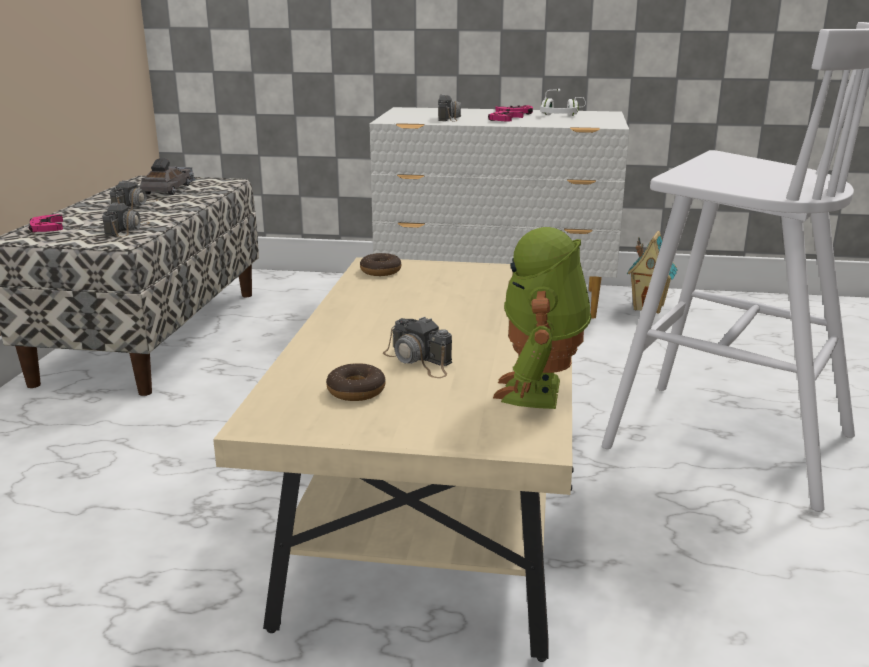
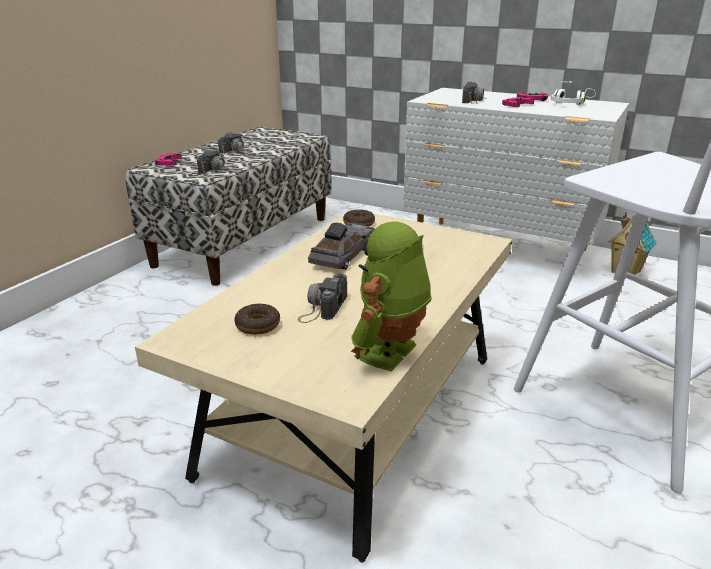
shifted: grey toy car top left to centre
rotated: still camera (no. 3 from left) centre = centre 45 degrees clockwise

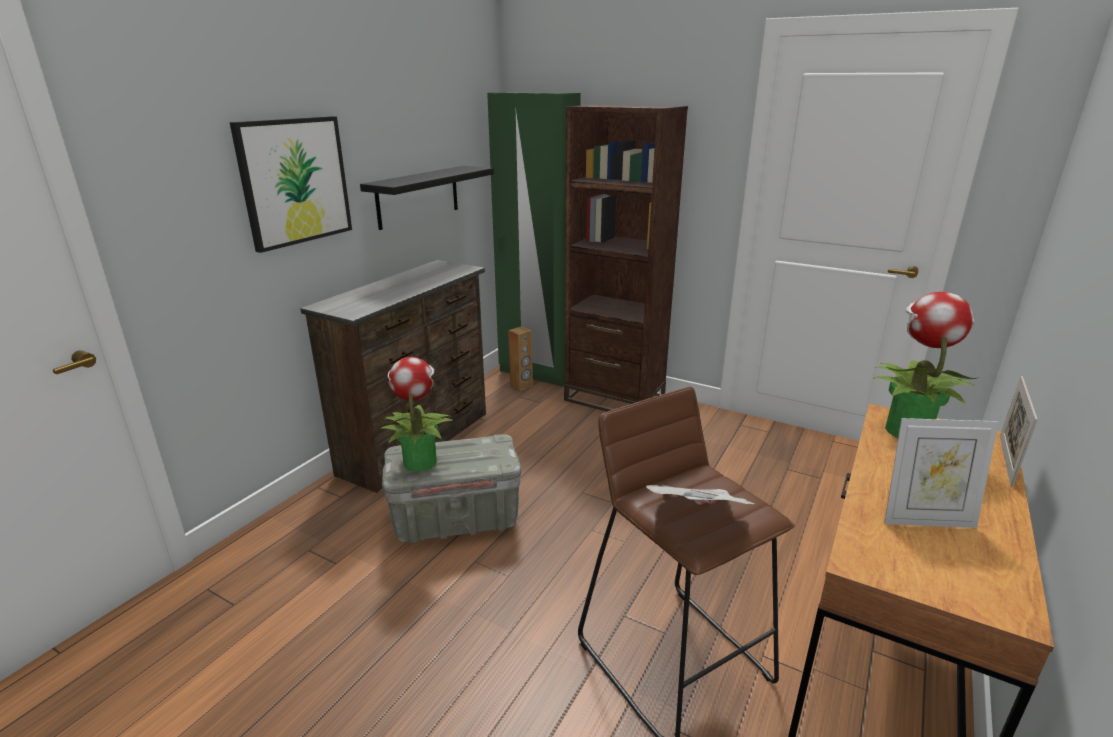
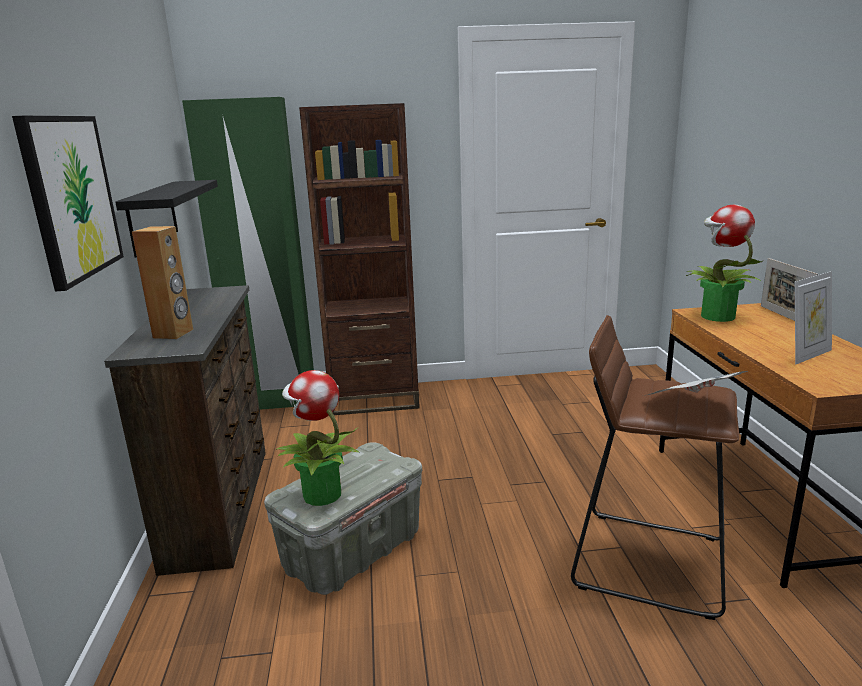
shifted: brown-coloured speaker centre to middle left

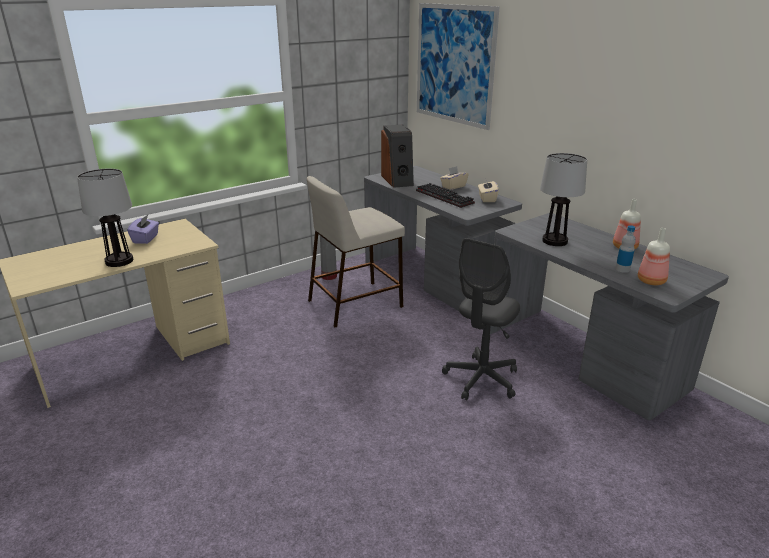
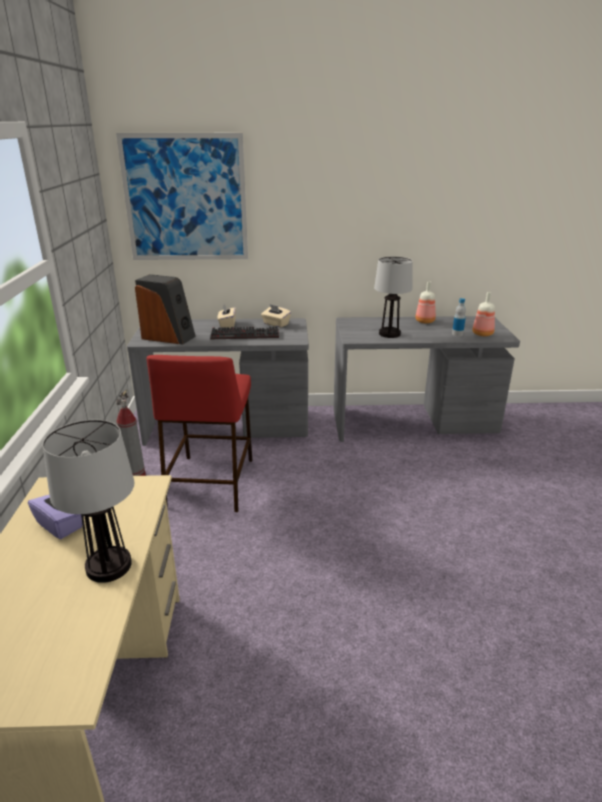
gone: grey desk chair centre
repainted: beige stool seat centre to red-coloured stool seat middle left

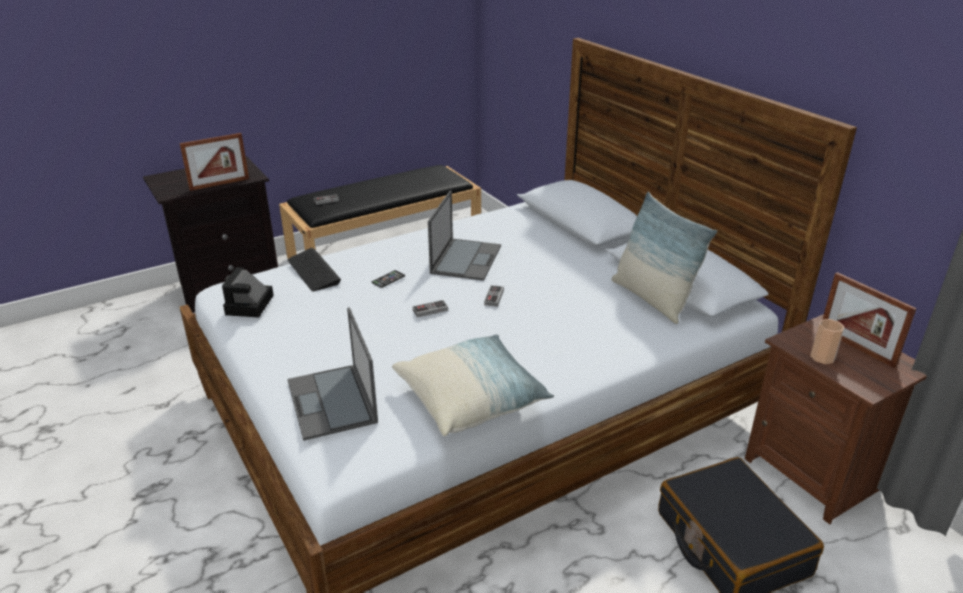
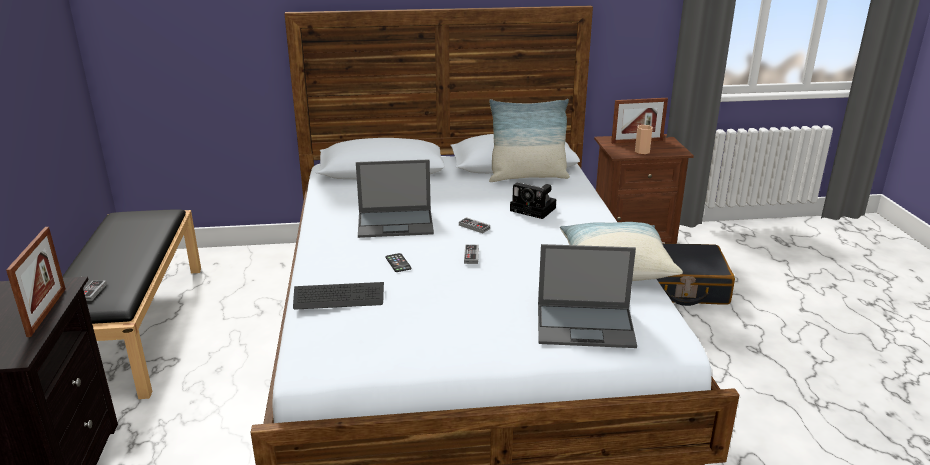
shifted: still camera middle left to centre
rotated: laptop (no. 2 from left in the first image) centre = centre 135 degrees clockwise

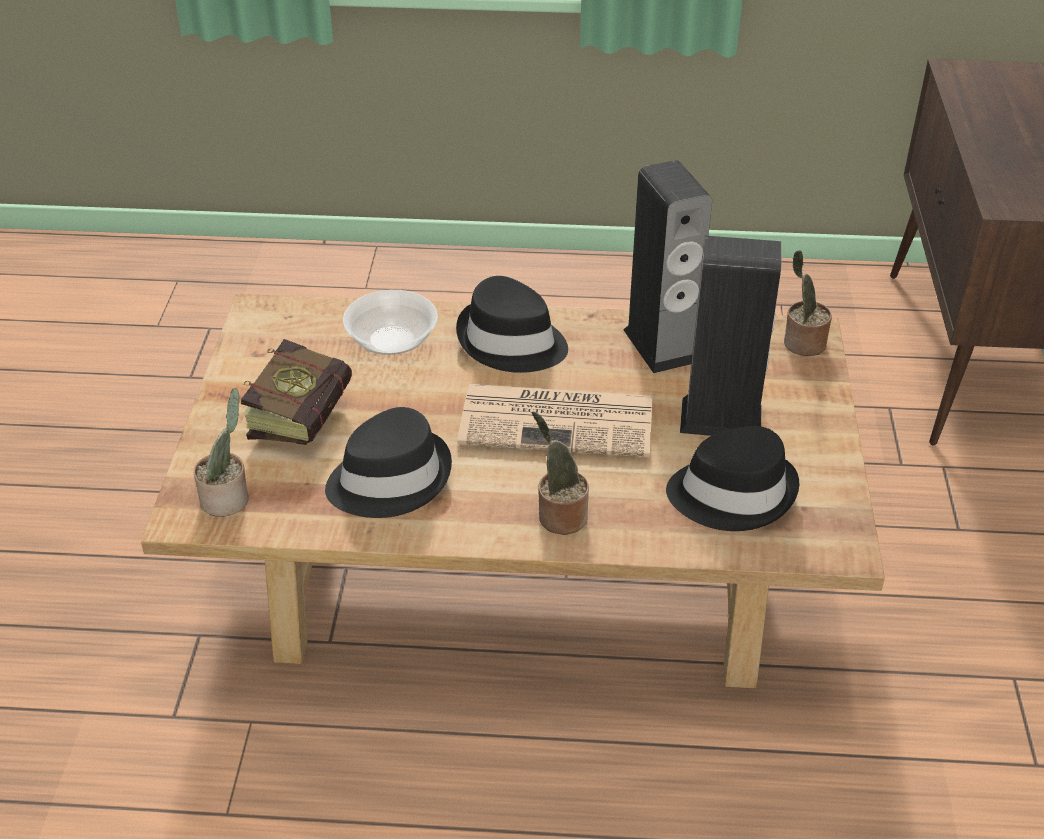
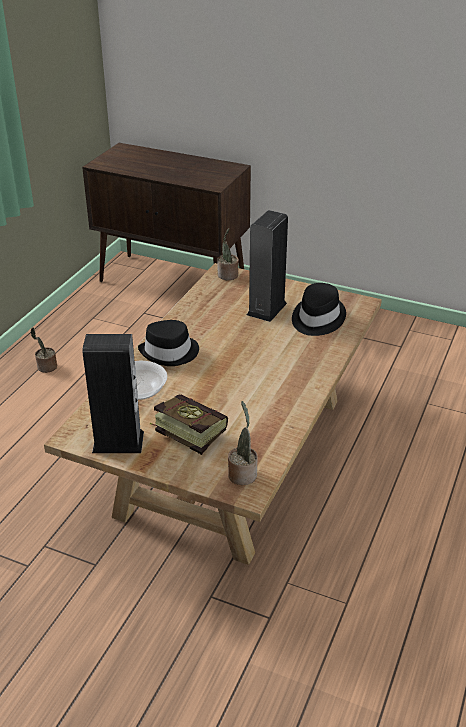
gone: newspaper centre; blackish hat (no. 1 from left) centre
shifted: speaker (no. 1 from left) top centre to middle left; potted plant (no. 2 from left in the first image) centre to potted plant (no. 1 from left) middle left

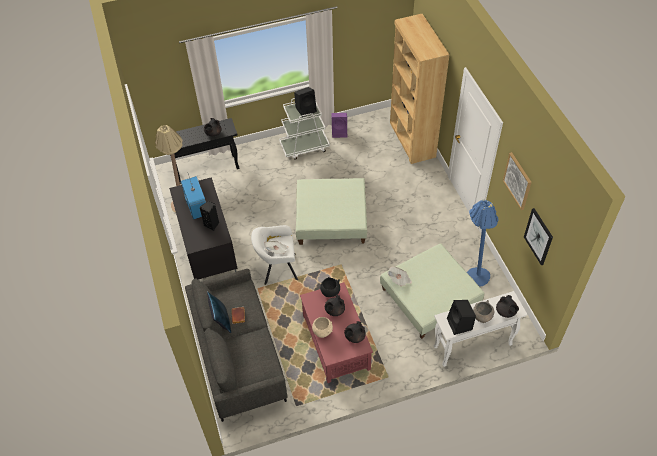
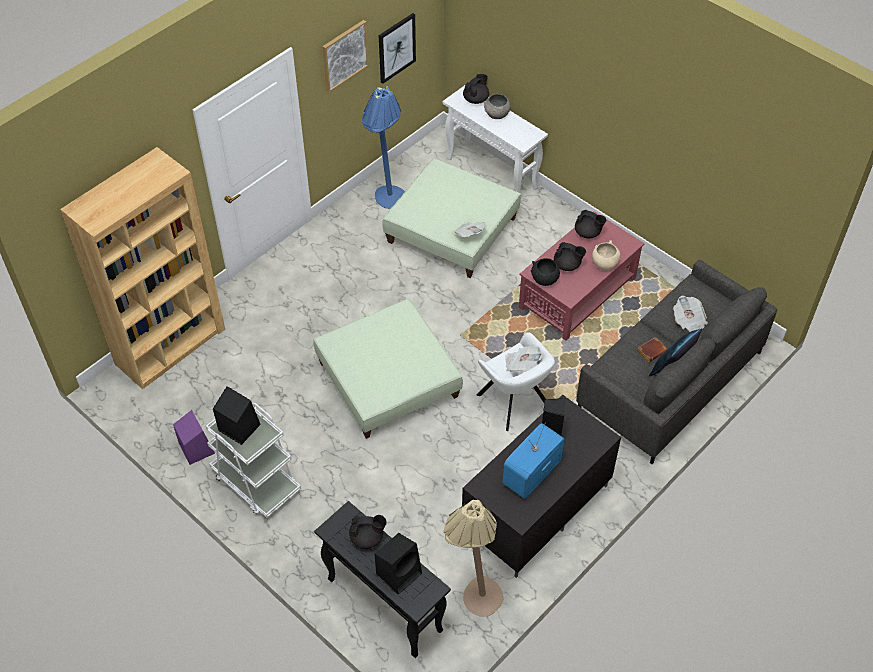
new: newspaper (no. 3 from left) middle right
shifted: blackish speaker (no. 3 from left in the first image) bottom right to blackish speaker (no. 2 from left) bottom centre

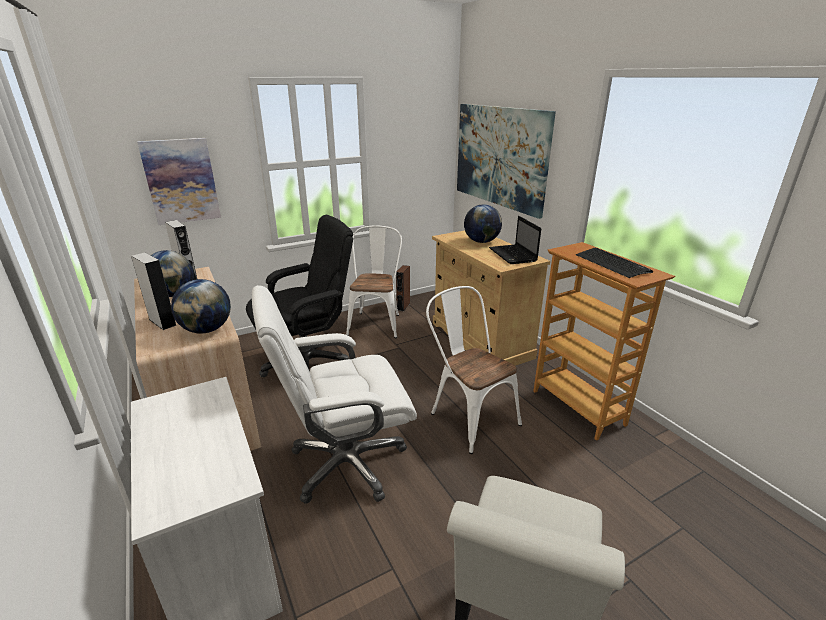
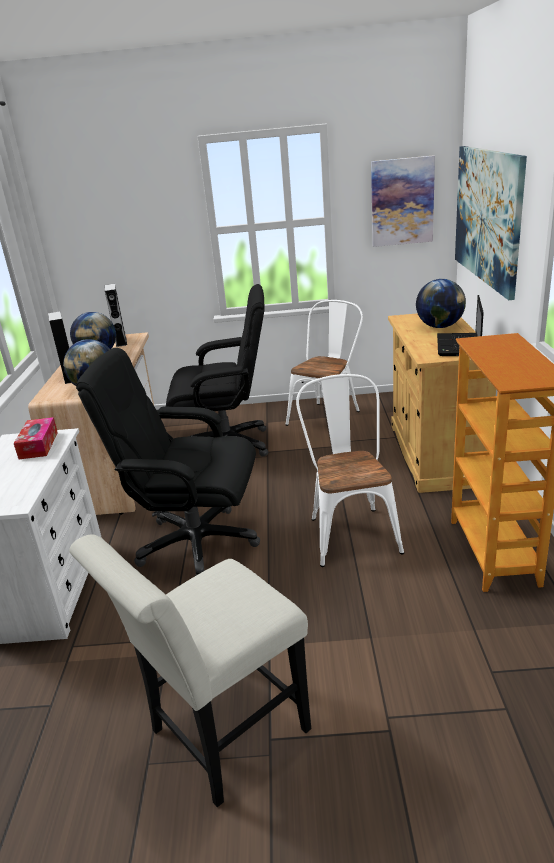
gone: PC keyboard middle right; brown-coloured speaker centre
new: tissue holder middle left
shifted: wall art (no. 1 from left) top left to top right
repainted: white-coloured desk chair centre to blackish desk chair (no. 1 from left) middle left

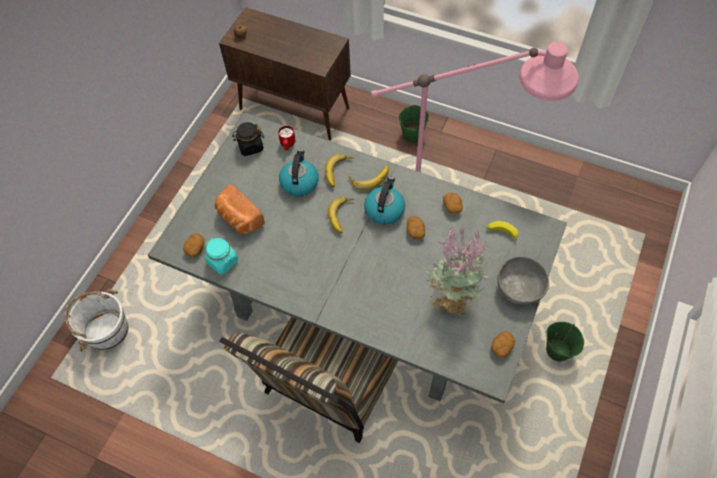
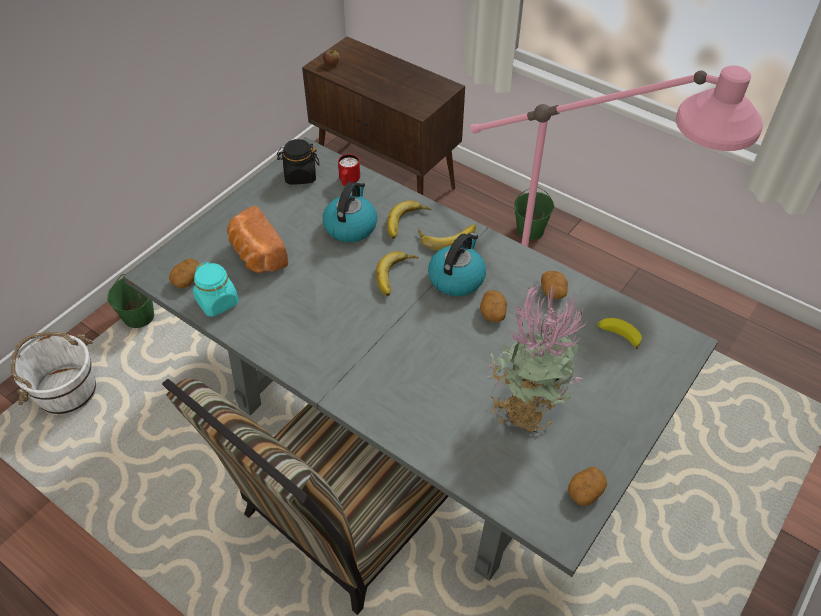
gone: grey bowl middle right
shifted: green-coloured water bucket (no. 2 from left in the first image) bottom right to green-coloured water bucket (no. 1 from left) middle left

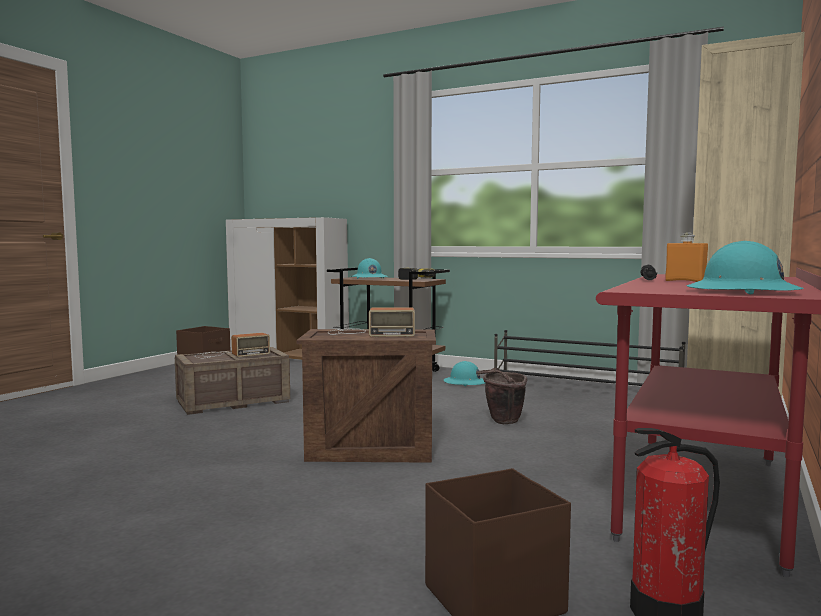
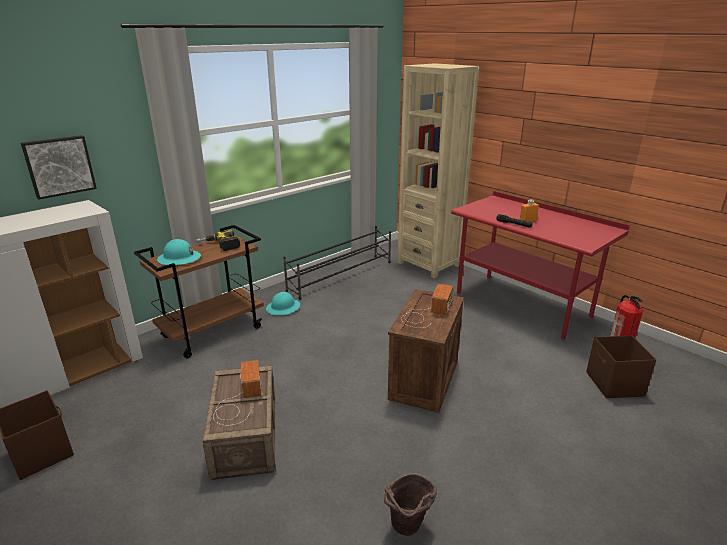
gone: blue-green safety helmet (no. 3 from left) middle right
new: wall art top left
shifted: brown-coloured water bucket centre to bottom centre

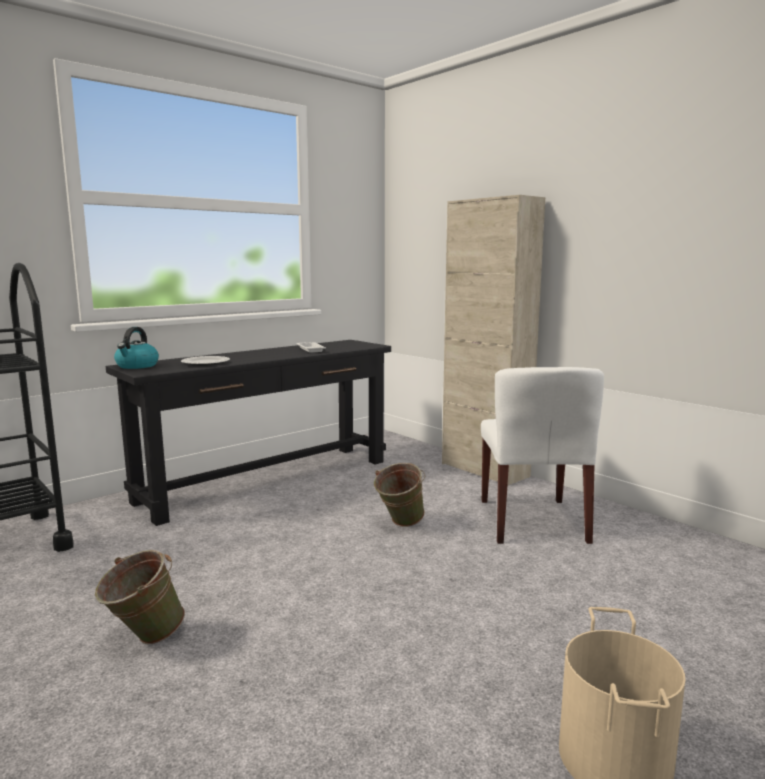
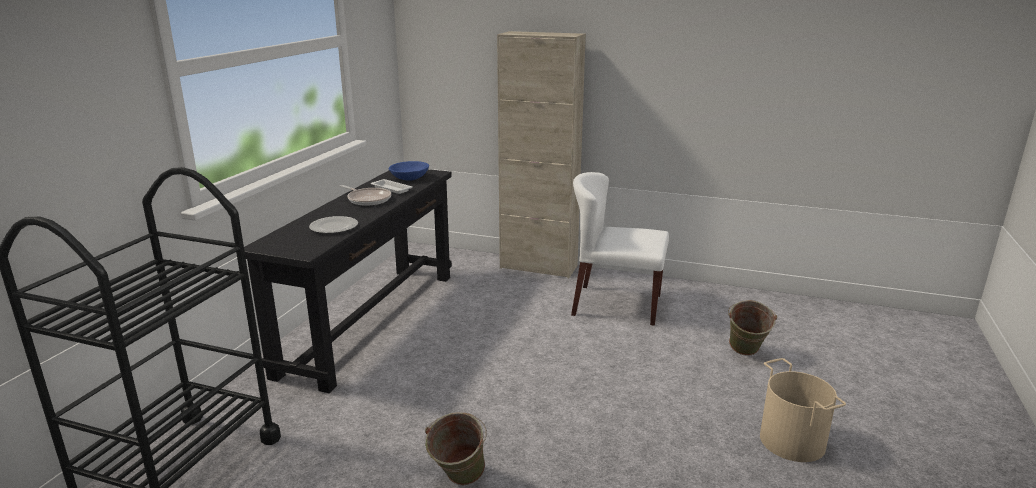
gone: kettle middle left
new: bluish bowl centre; skillet centre
shifted: green-coloured water bucket (no. 2 from left) centre to bottom right
rotated: white-coloured chair middle right = centre 135 degrees clockwise

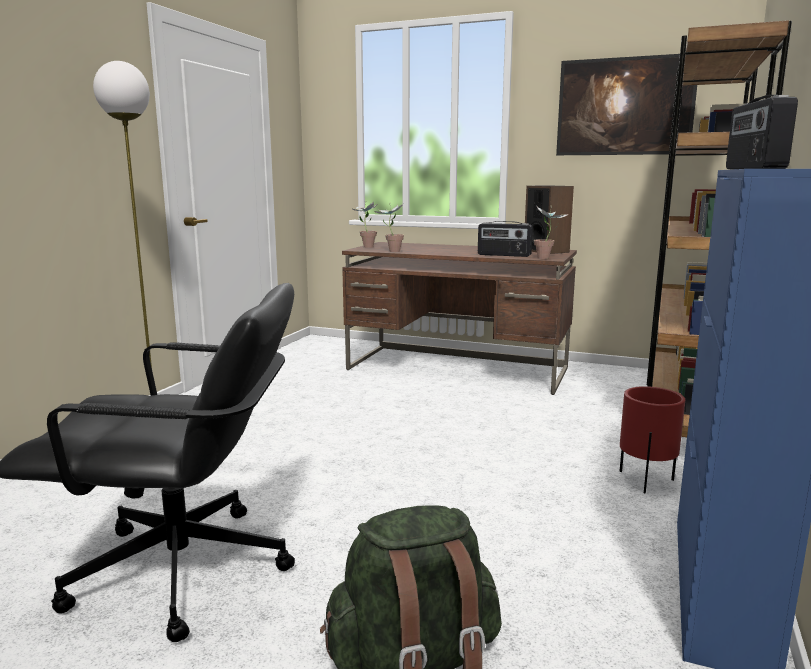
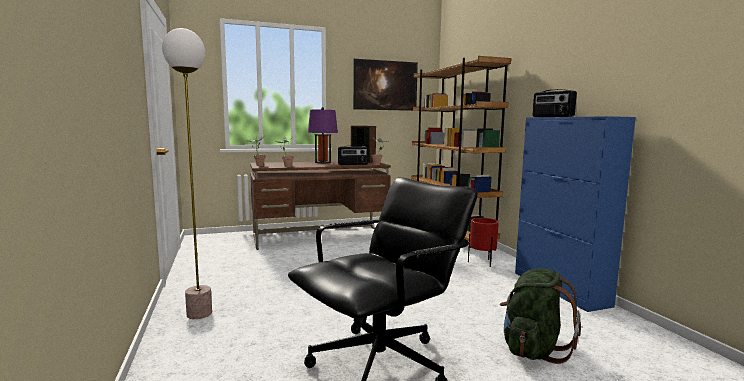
new: purplish table lamp centre

